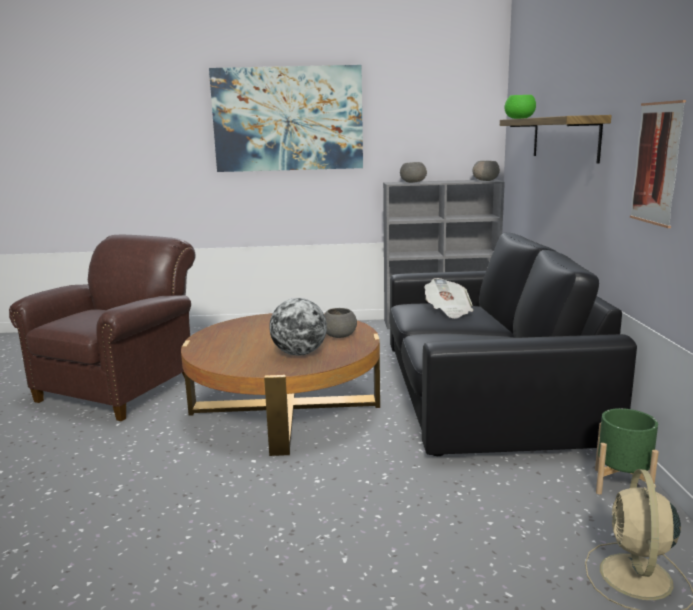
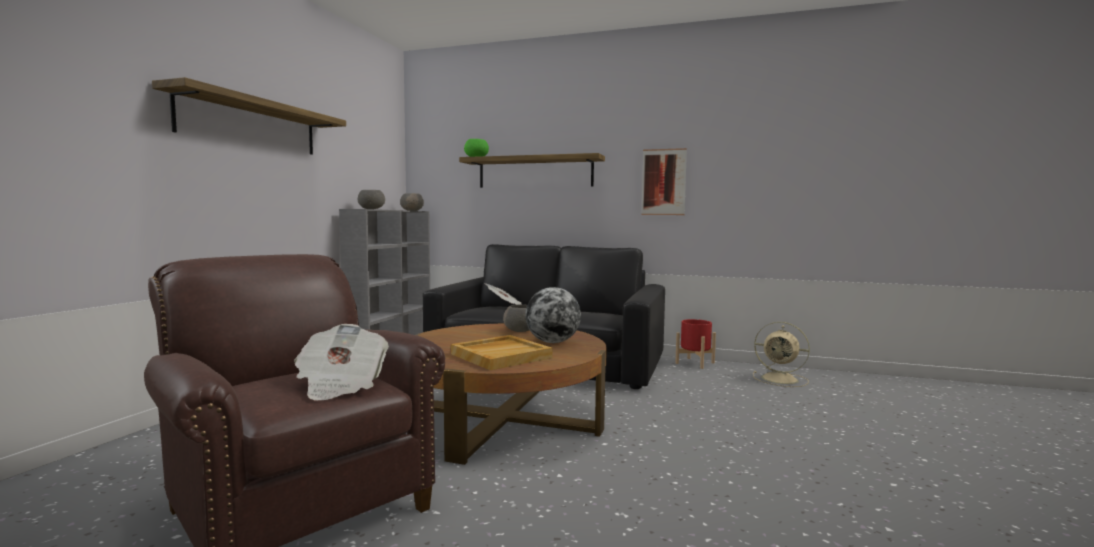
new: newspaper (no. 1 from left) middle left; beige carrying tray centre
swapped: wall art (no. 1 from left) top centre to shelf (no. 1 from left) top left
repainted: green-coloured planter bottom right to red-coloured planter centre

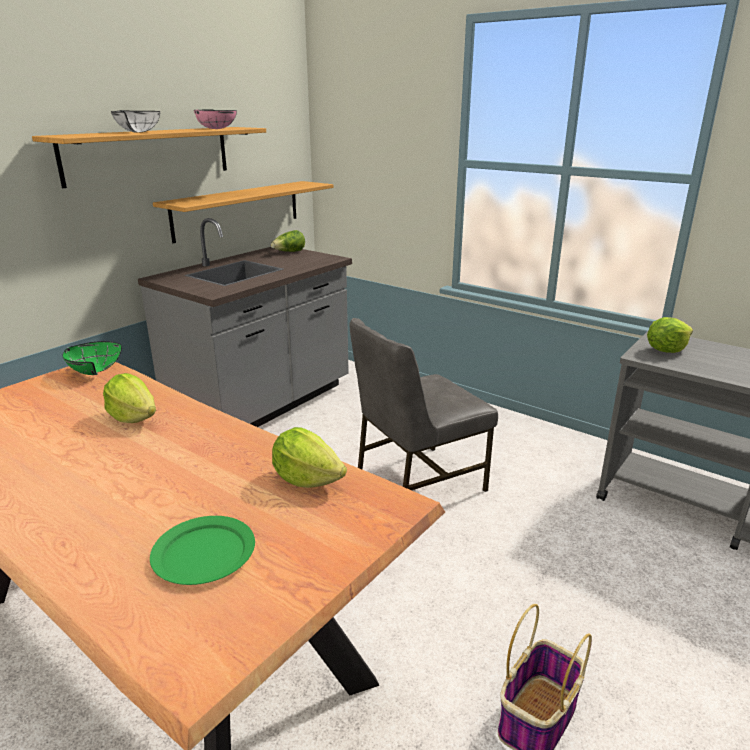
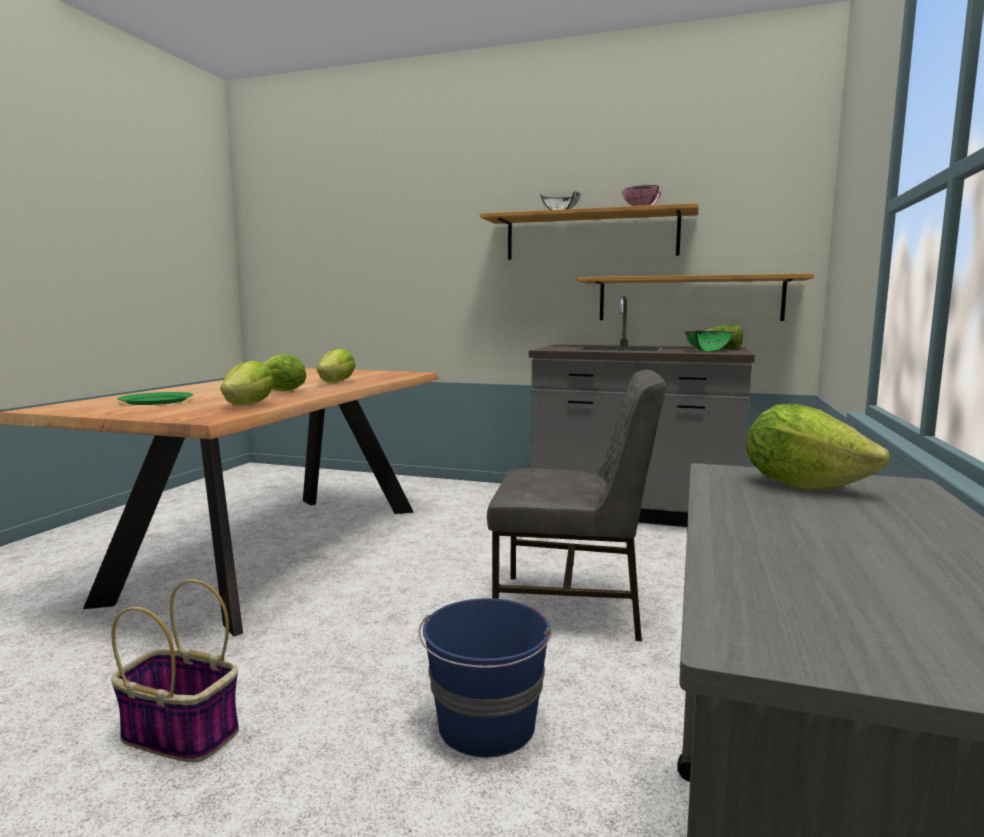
new: lettuce head (no. 2 from left) middle left; bluish water bucket bottom centre
shifted: green-coloured bowl middle left to middle right
rotated: grey chair centre = centre 150 degrees clockwise

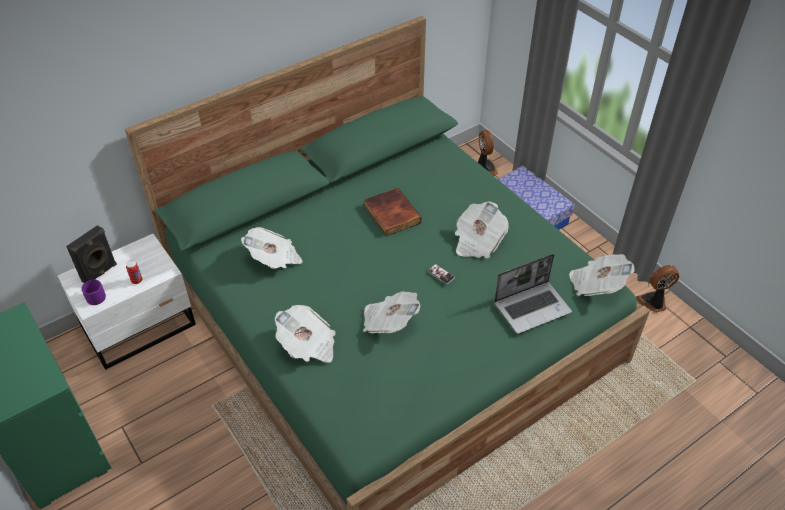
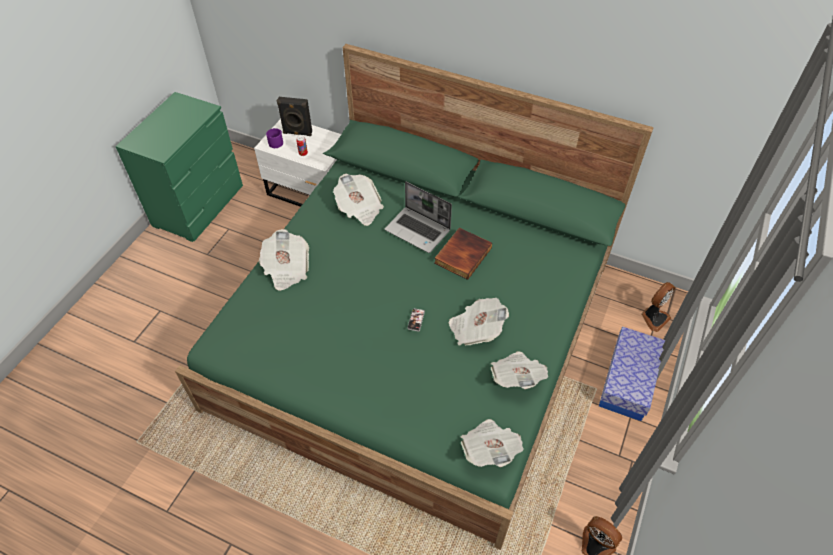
shifted: laptop middle right to centre; newspaper (no. 3 from left in the first image) centre to newspaper (no. 5 from left) bottom centre

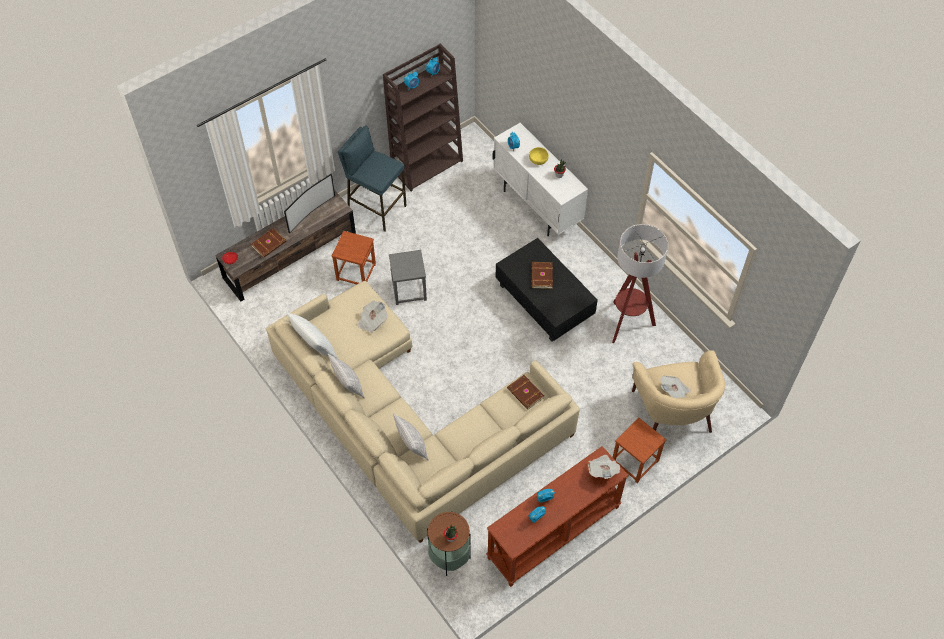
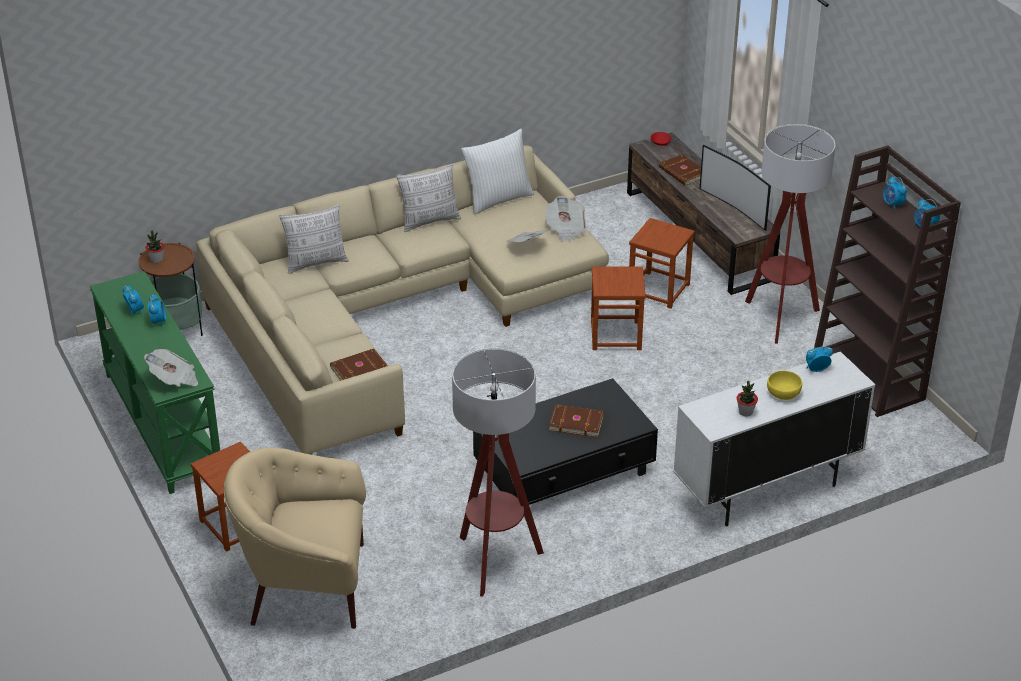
shifted: newspaper (no. 3 from left) middle right to top centre
swapped: bluish stool seat top centre to standing lamp (no. 2 from left) middle right
repainted: grey stool seat centre to brown-coloured stool seat (no. 2 from left) centre; brown-coloured hall table bottom centre to green-coloured hall table middle left

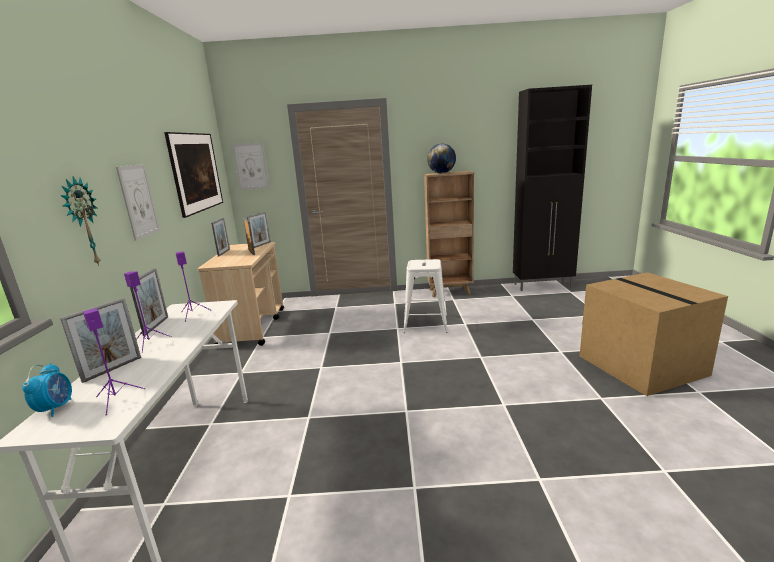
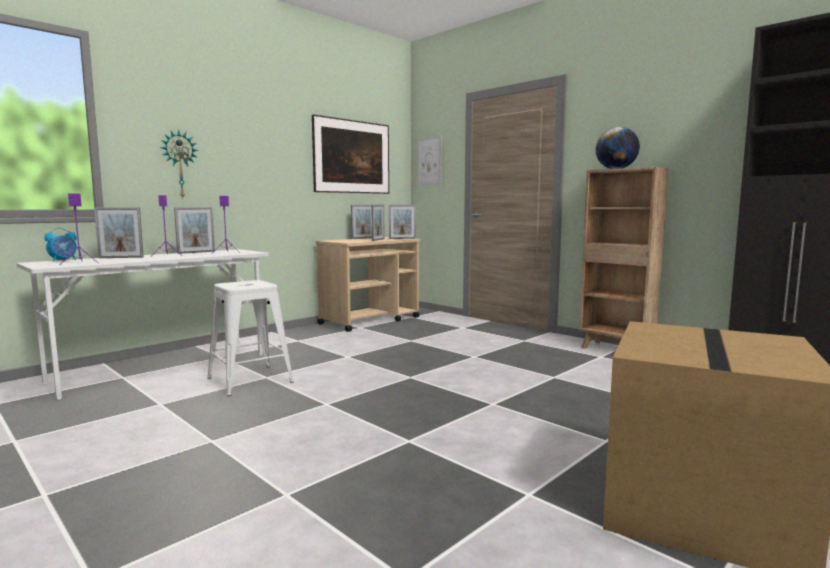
gone: wall art (no. 1 from left) middle left
shifted: white-coloured stool seat centre to middle left

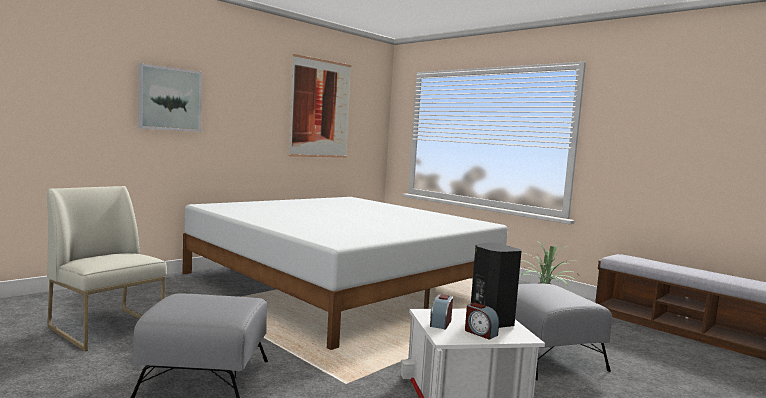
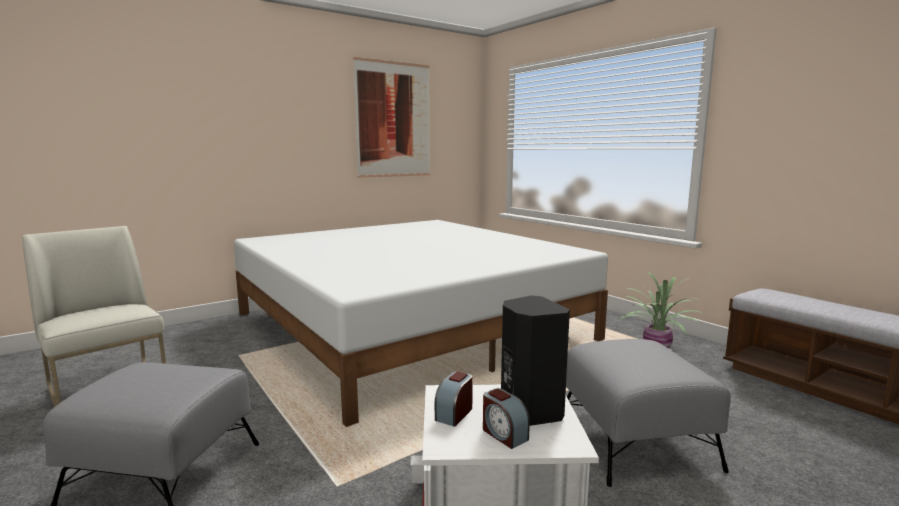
gone: wall art (no. 1 from left) top left

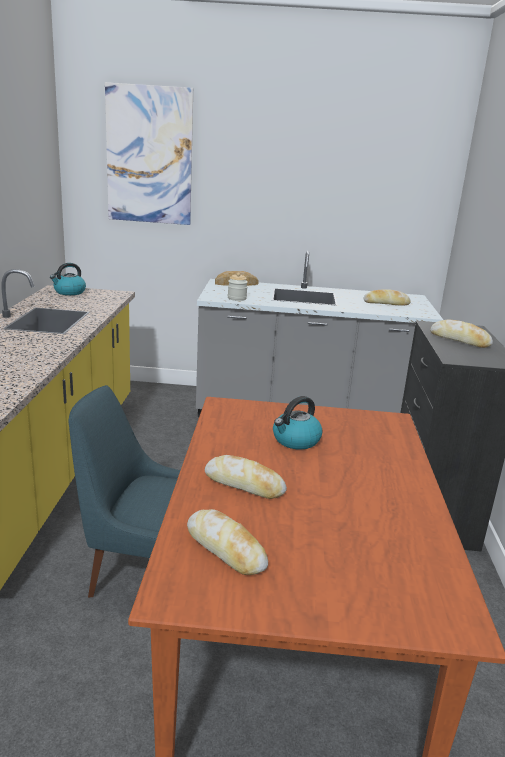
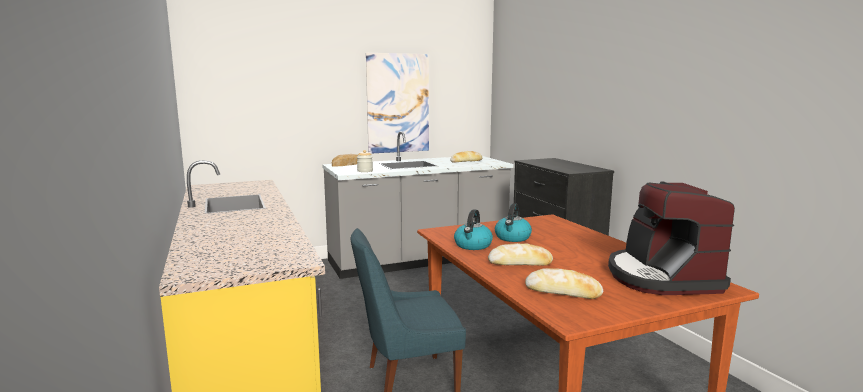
gone: baked bread (no. 5 from left) middle right
new: coffee brewer middle right
shifted: wall art top left to top centre; kettle (no. 1 from left) middle left to centre

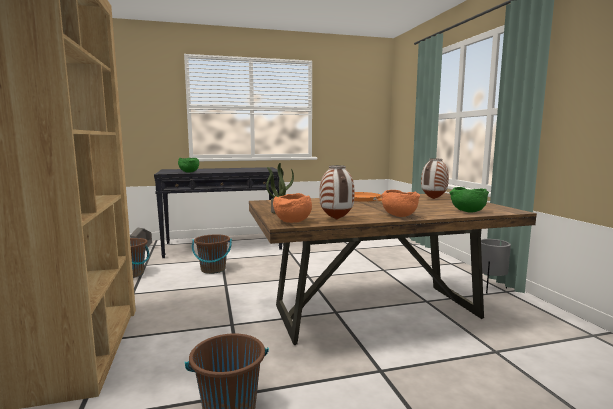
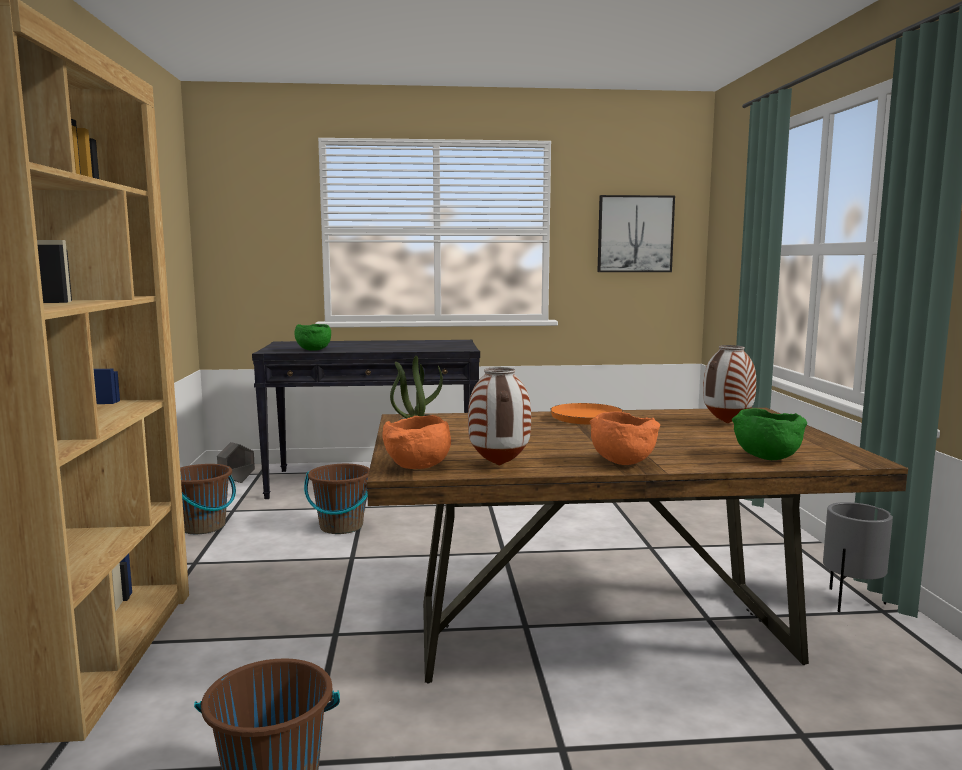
new: wall art top centre

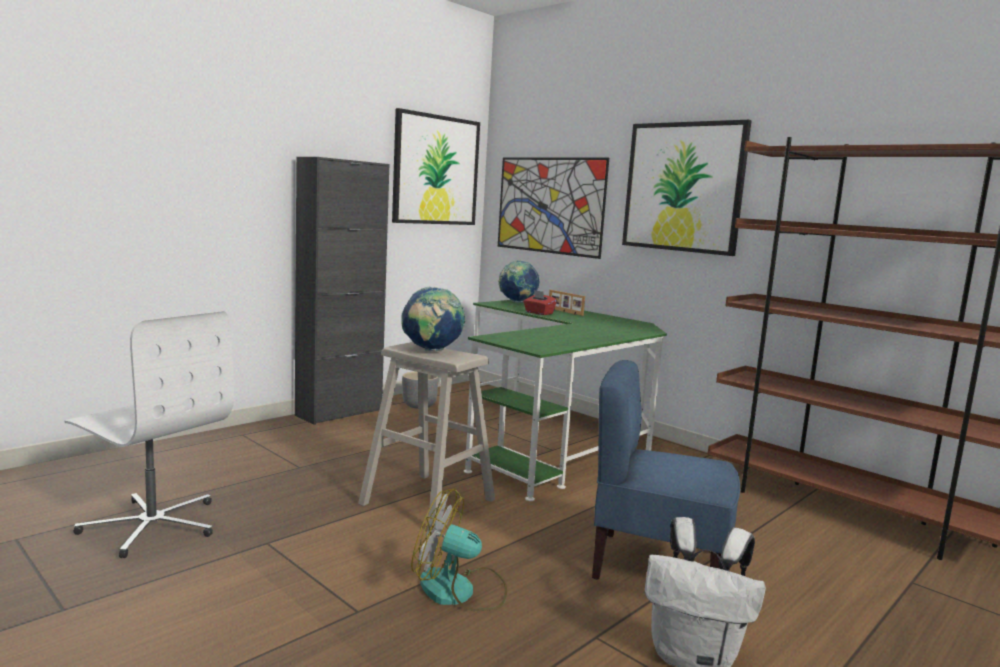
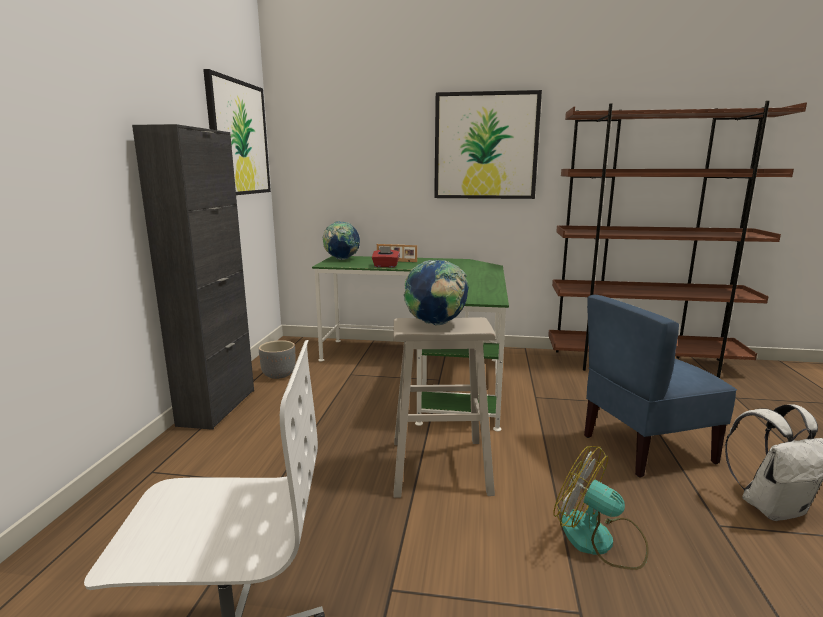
gone: wall art (no. 2 from left) top centre
rotated: cooling fan bottom centre = bottom right 60 degrees clockwise

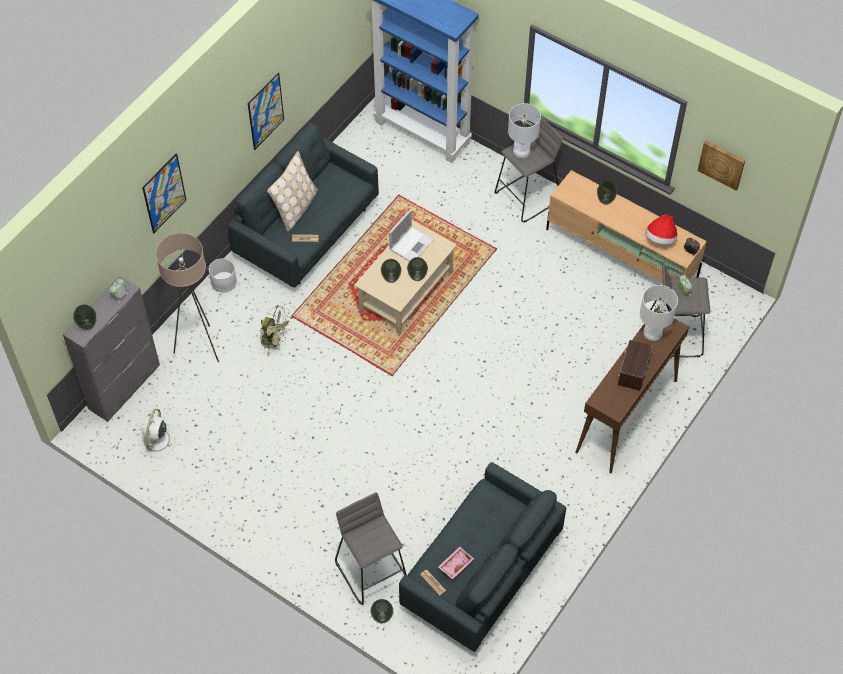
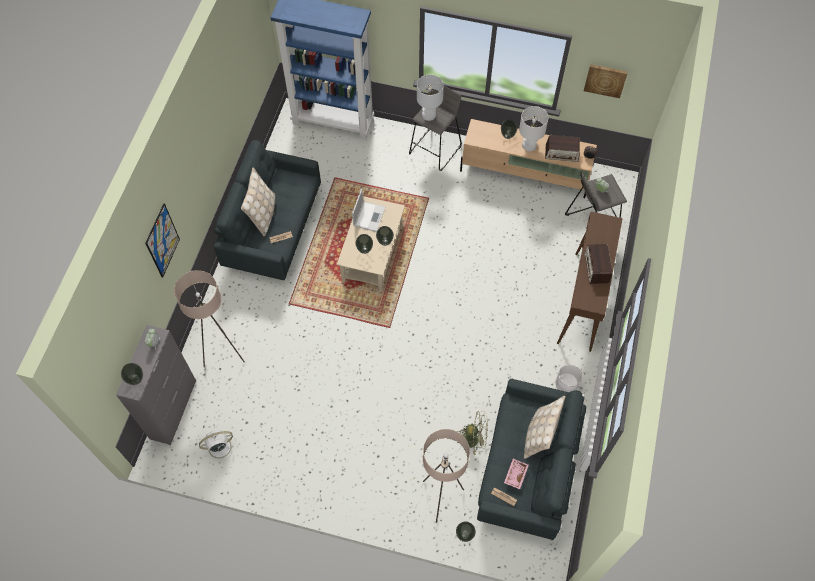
gone: wall art (no. 2 from left) top left
new: beige throw pillow (no. 2 from left) bottom right
shifted: white-coloured planter middle left to middle right; white-coloured table lamp (no. 2 from left) middle right to top centre; green-coloured cooling fan middle left to bottom centre
swapped: hat middle right to radio receiver (no. 1 from left) top right; grey stool seat (no. 1 from left) bottom centre to beige standing lamp (no. 2 from left) bottom centre
rotated: white-coloured cooling fan middle left = bottom left 75 degrees clockwise

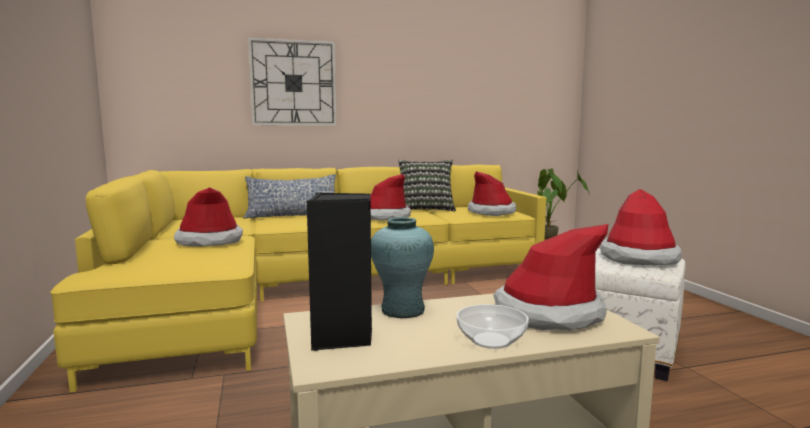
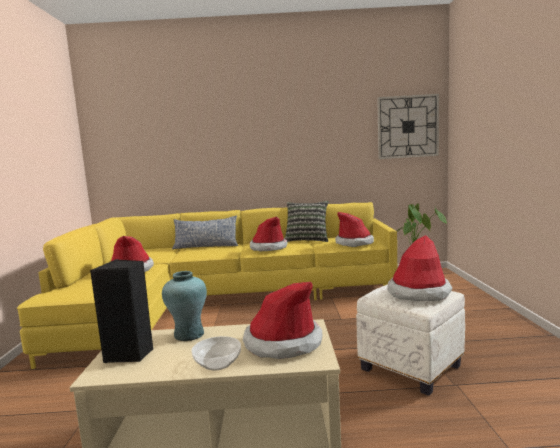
shifted: wall clock top centre to top right

